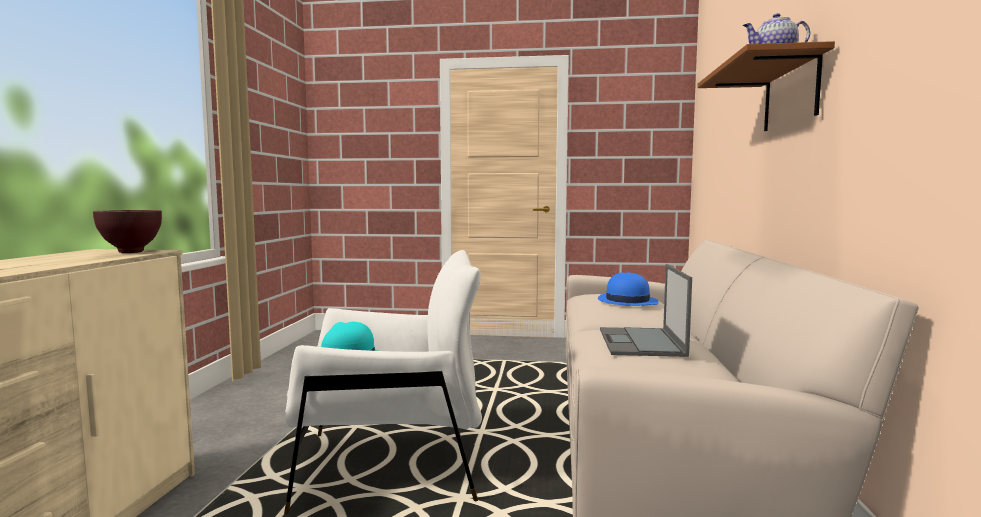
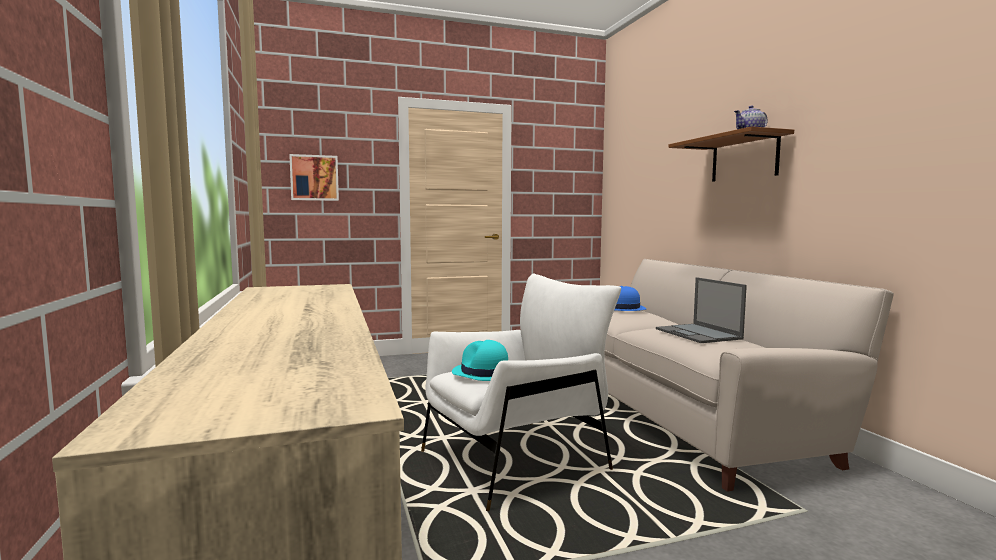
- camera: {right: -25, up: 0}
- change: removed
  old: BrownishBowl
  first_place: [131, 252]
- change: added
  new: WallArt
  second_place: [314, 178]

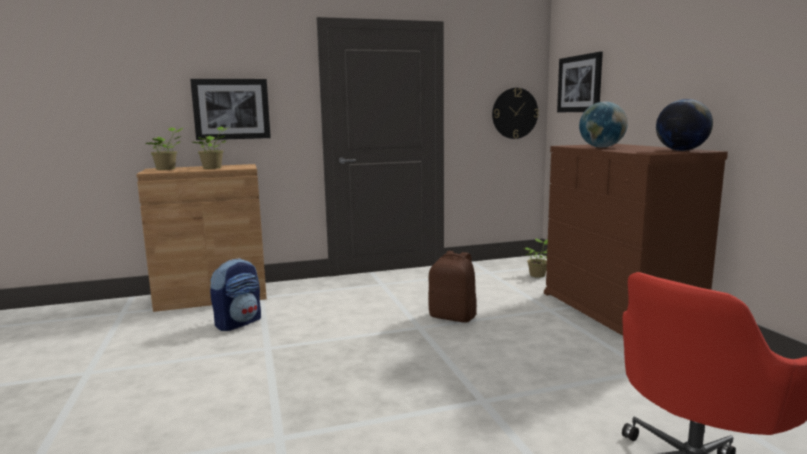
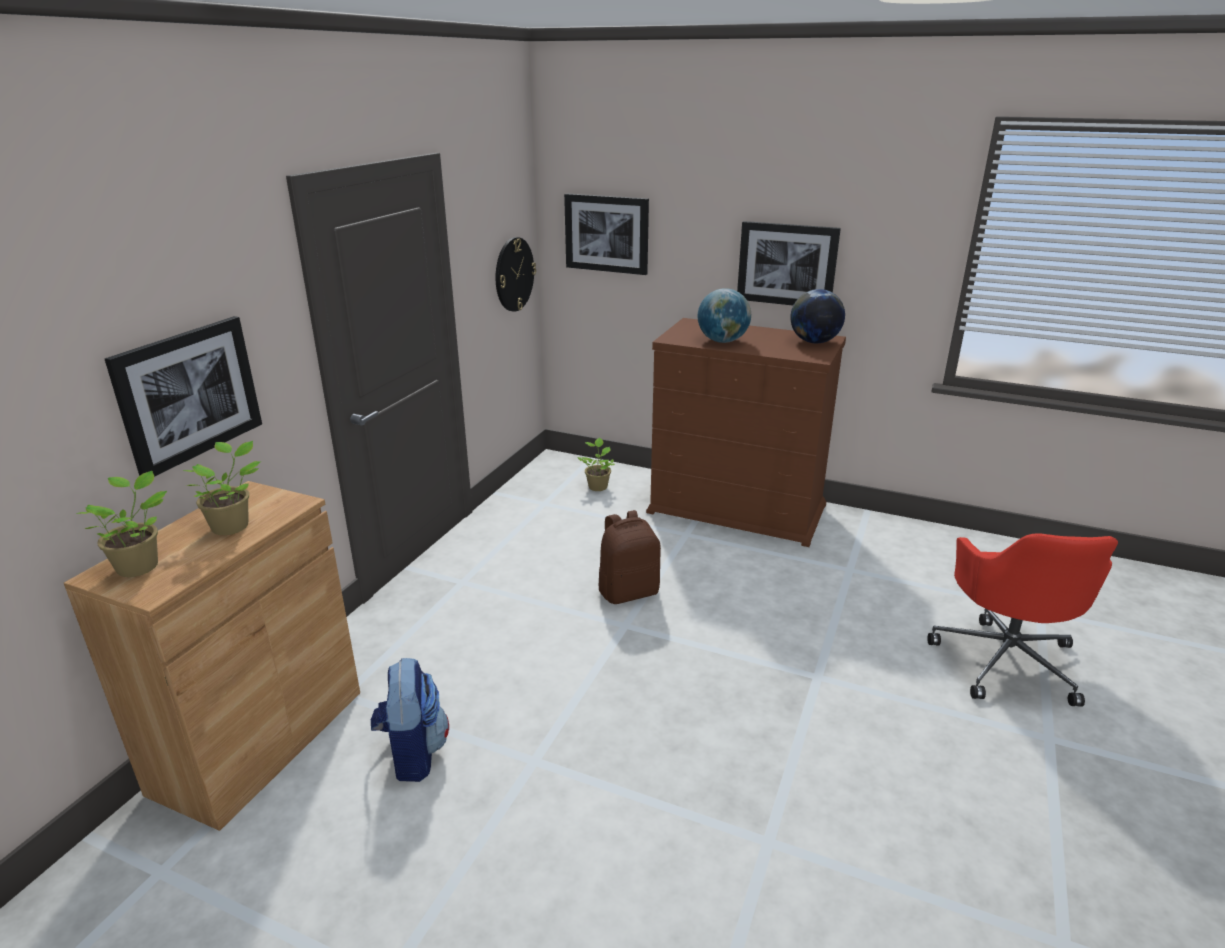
- camera: {right: -50, up: 15}
- change: added
  new: WallArt
  second_place: [787, 264]

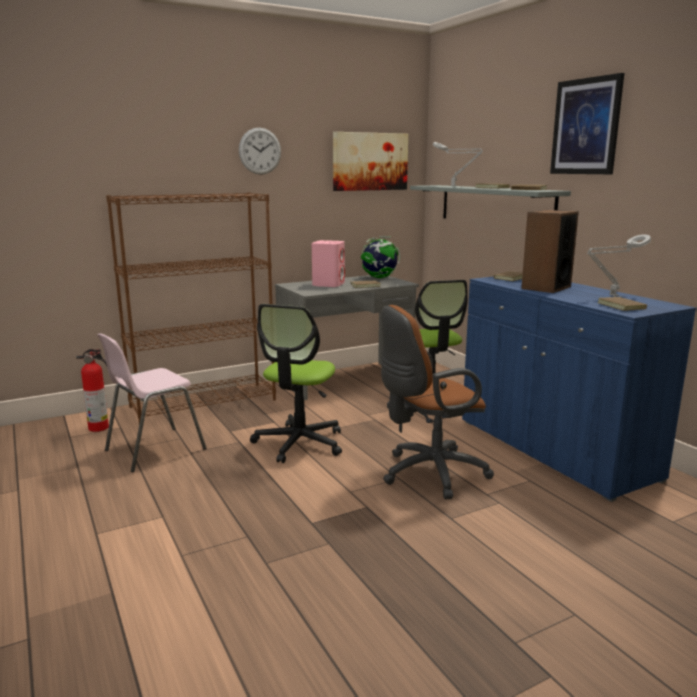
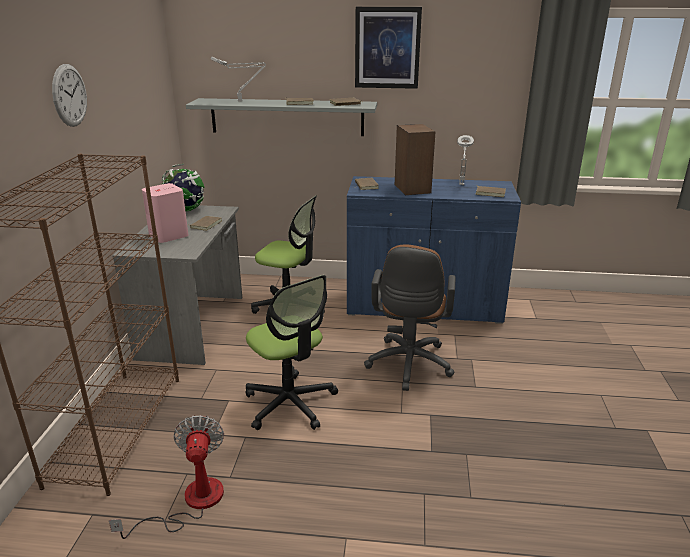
- camera: {right: -55, up: 10}
- change: removed
  old: FireFightingCylinder
  first_place: [100, 427]
- change: removed
  old: WallArt
  first_place: [370, 161]
- change: replaced
  old: PinkUprightChair
  new: CoolingFan
  first_place: [153, 449]
  second_place: [191, 502]

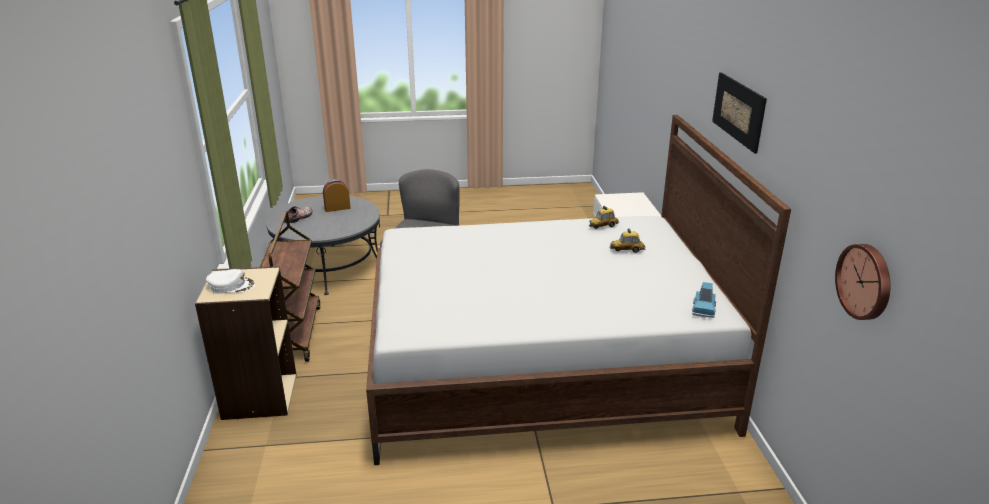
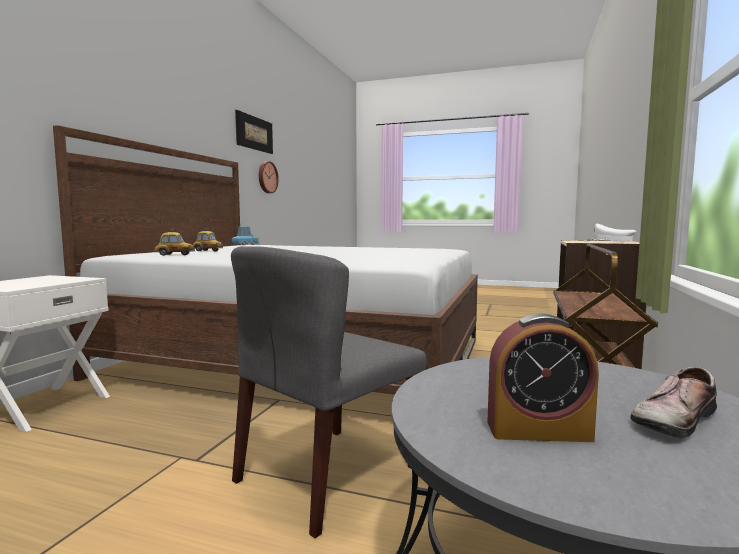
- camera: {right: -155, up: -20}
- change: moved
  old: WallArt
  first_place: [738, 111]
  second_place: [254, 133]

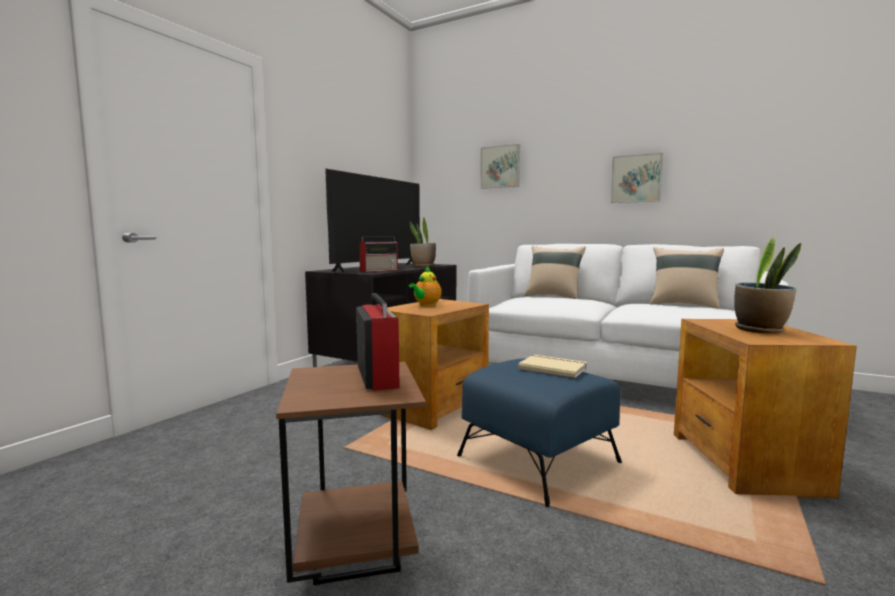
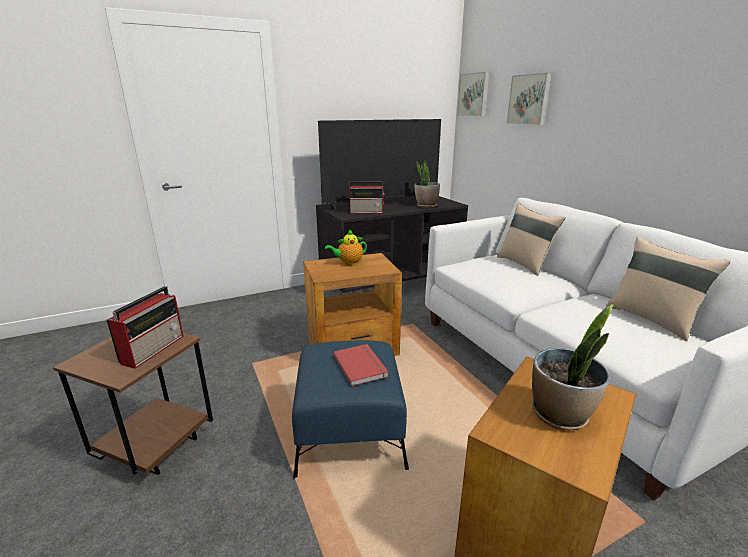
- camera: {right: 35, up: 15}
- change: moved
  old: WallArt
  first_place: [636, 179]
  second_place: [474, 94]
- change: recoloured
  old: BeigeBook
  new: RedColouredBook
  first_place: [553, 368]
  second_place: [361, 365]

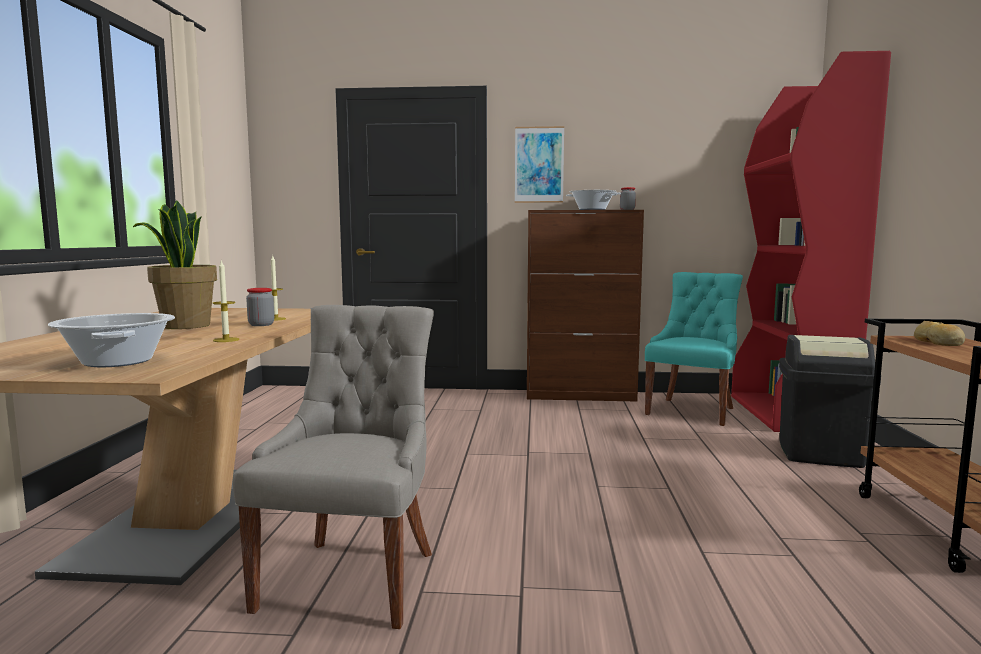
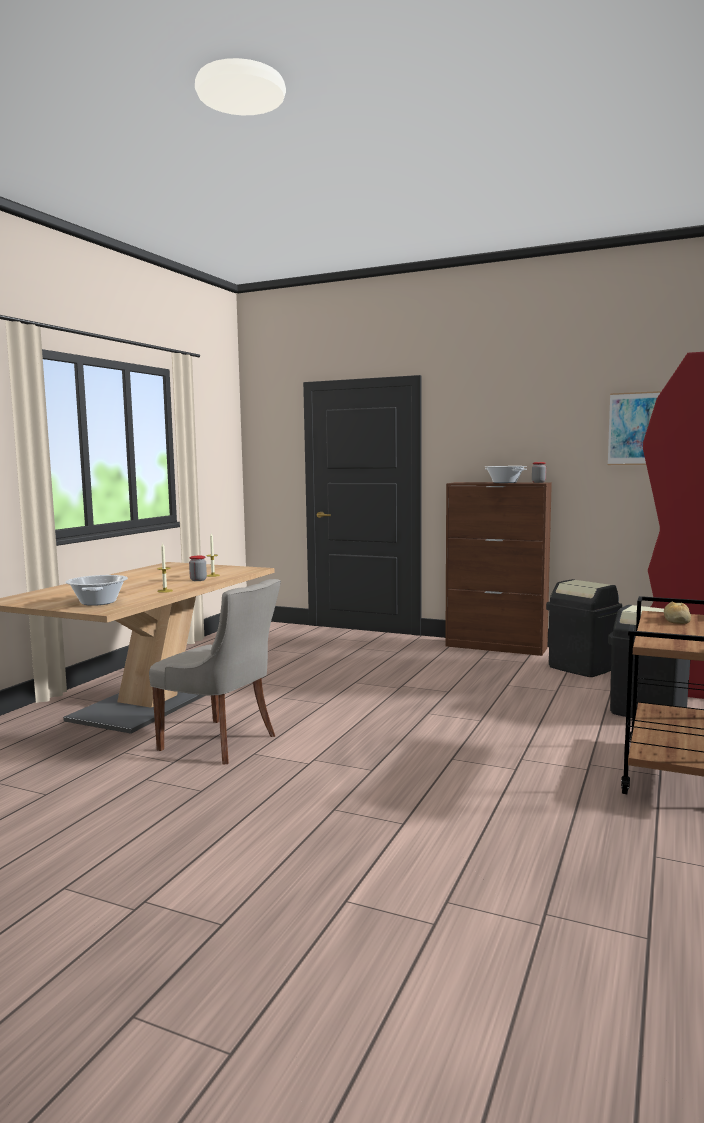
- camera: {right: 20, up: 0}
- change: removed
  old: PlantInAPot
  first_place: [185, 326]
- change: moved
  old: WallArt
  first_place: [539, 165]
  second_place: [633, 428]
- change: replaced
  old: BlueGreenUprightChair
  new: BlackColouredWasteBin
  first_place: [692, 411]
  second_place: [582, 667]
- change: turned
  old: GreyUprightChair
  first_place: [352, 578]
  second_place: [221, 742]
  degrees: 90

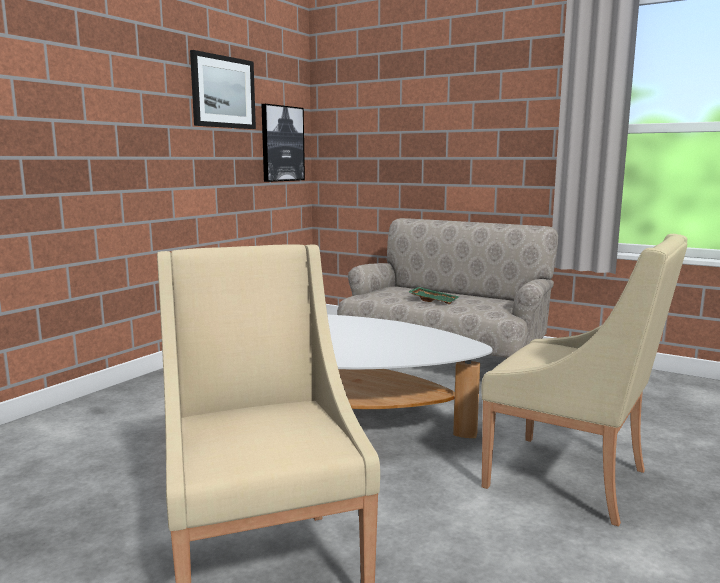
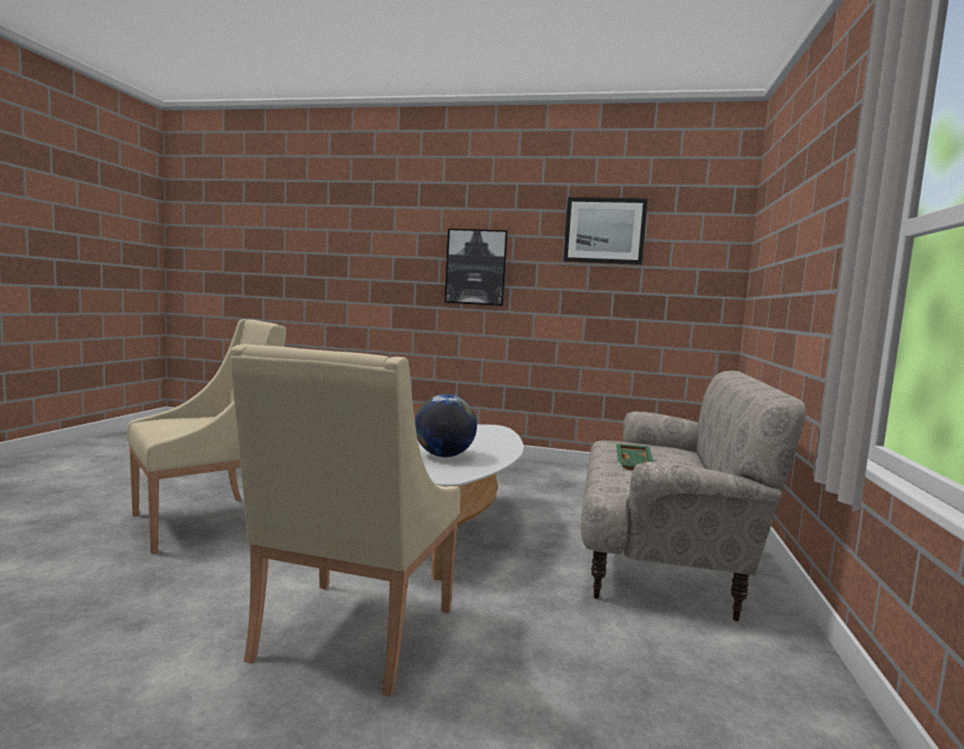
- camera: {right: 70, up: -5}
- change: added
  new: Globe
  second_place: [444, 456]
- change: moved
  old: WallArt
  first_place: [282, 143]
  second_place: [476, 267]

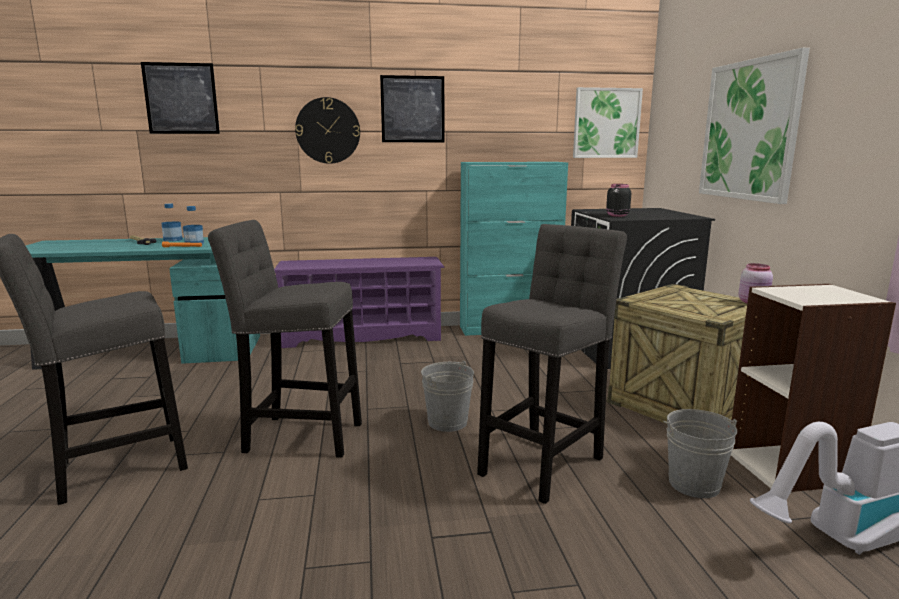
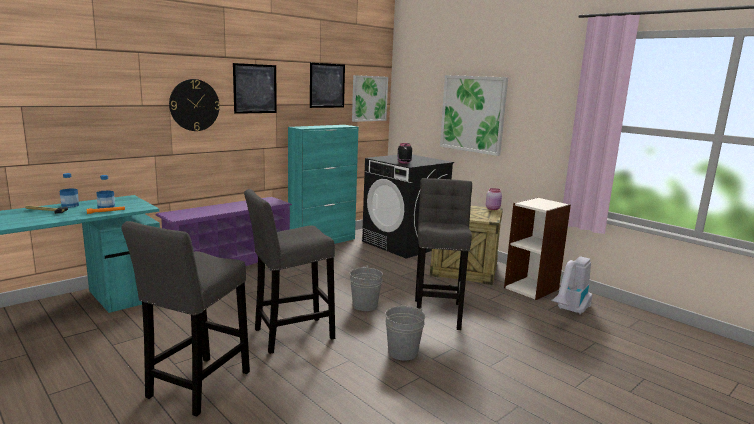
- camera: {right: -35, up: 0}
- change: moved
  old: WallArt
  first_place: [181, 98]
  second_place: [327, 85]
- change: moved
  old: GreyBucket
  first_place: [694, 484]
  second_place: [403, 352]

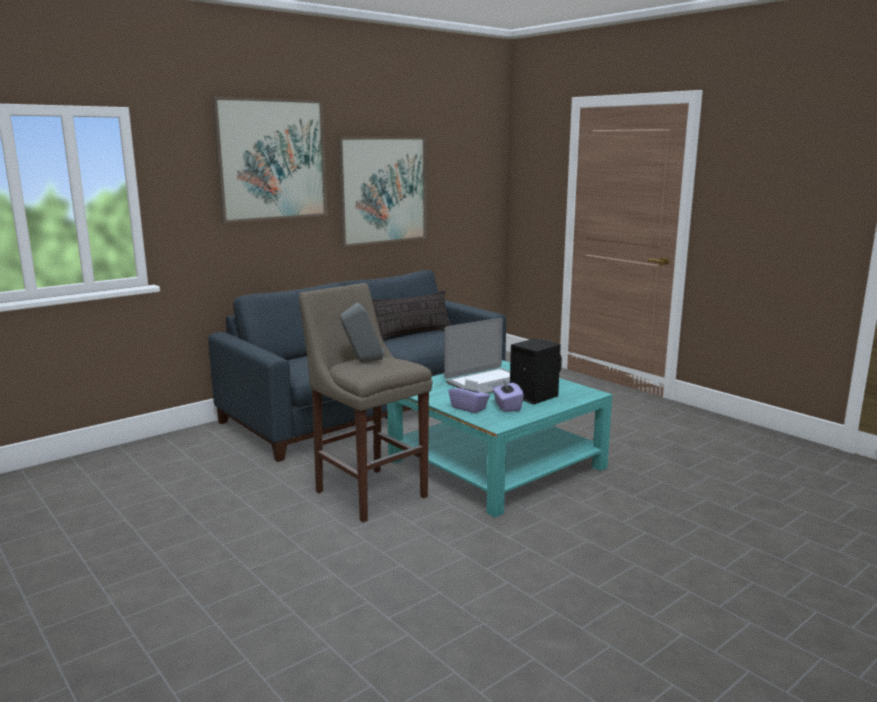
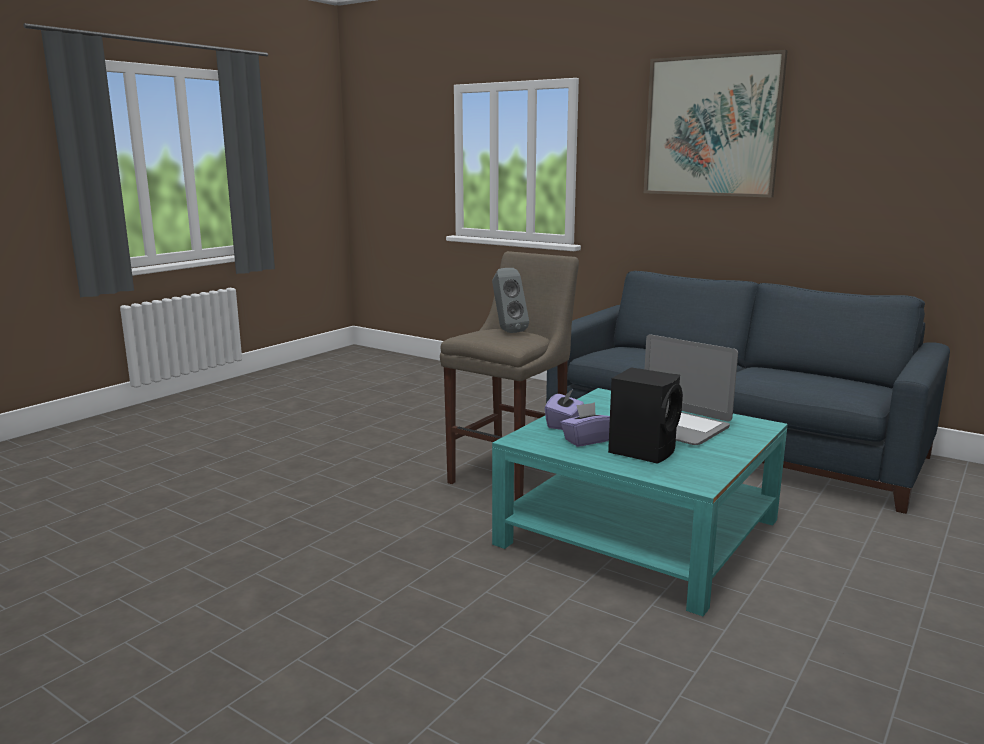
- camera: {right: 75, up: 0}
- change: removed
  old: WallArt
  first_place: [383, 190]
- change: removed
  old: ThrowPillow
  first_place: [412, 335]

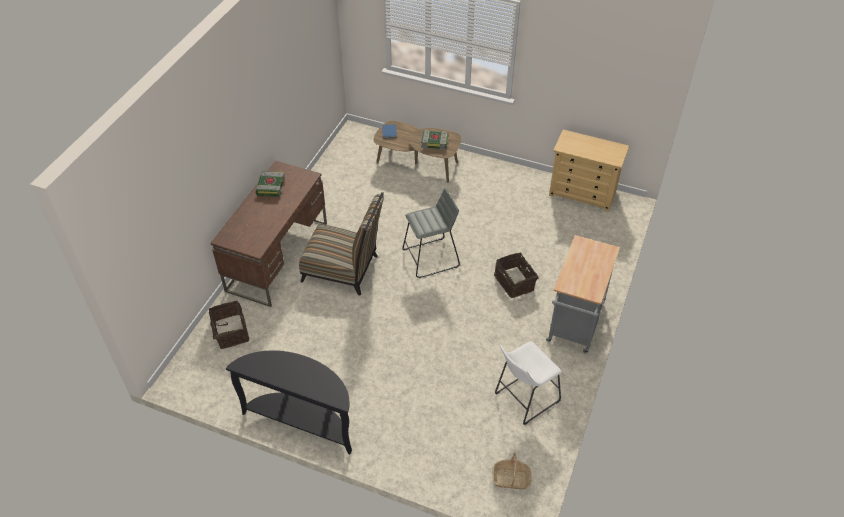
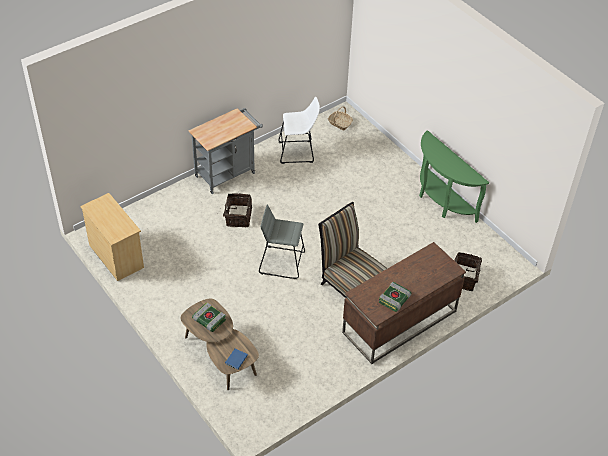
- camera: {right: -150, up: 0}
- change: recoloured
  old: BlackColouredConsoleTable
  new: GreenConsoleTable
  first_place: [303, 420]
  second_place: [441, 201]

